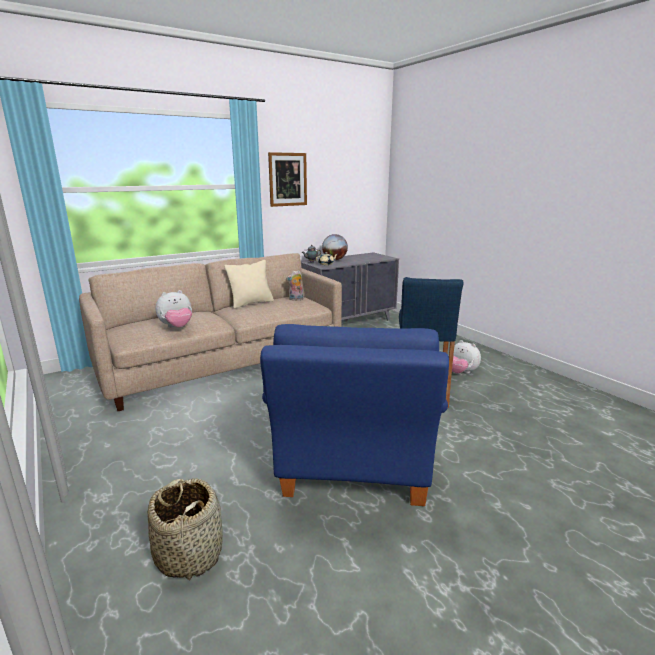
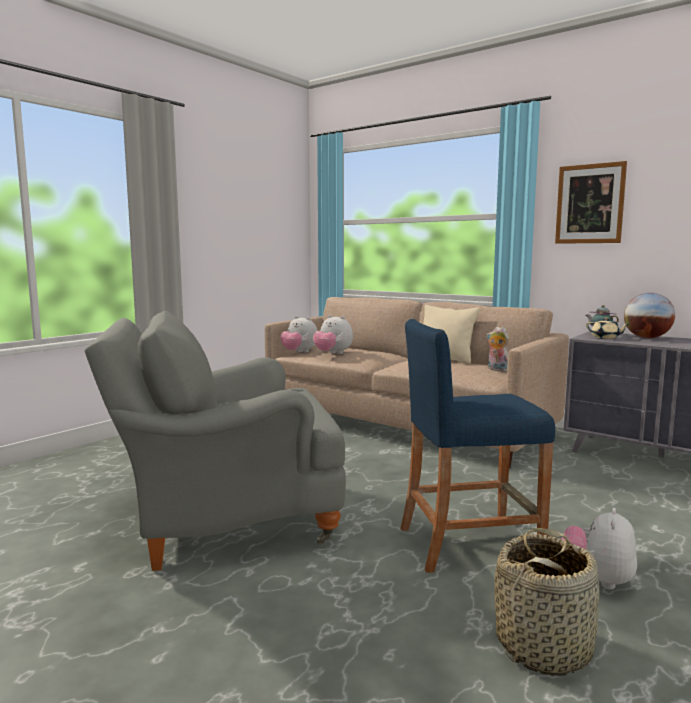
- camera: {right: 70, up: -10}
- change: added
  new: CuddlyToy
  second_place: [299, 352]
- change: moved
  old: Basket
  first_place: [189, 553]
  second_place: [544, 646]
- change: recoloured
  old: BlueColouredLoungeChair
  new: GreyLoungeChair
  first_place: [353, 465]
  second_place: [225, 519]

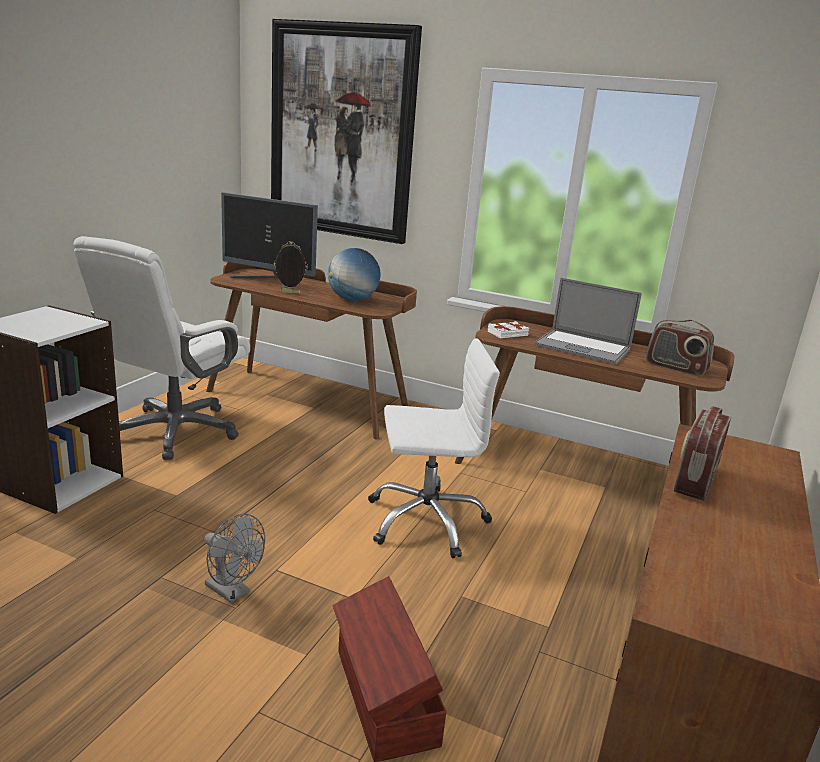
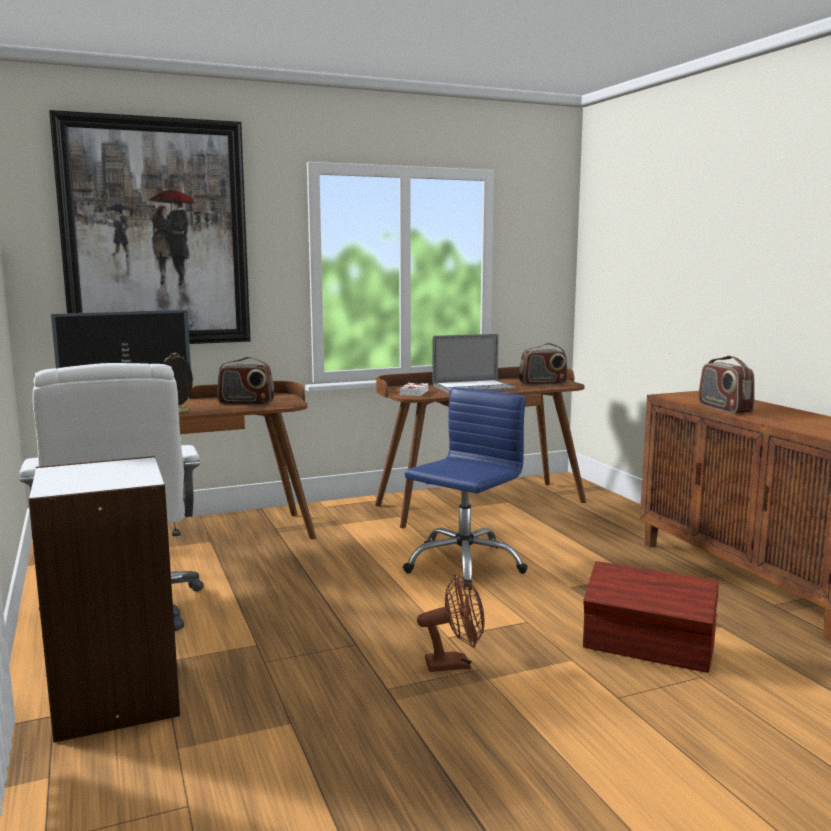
- camera: {right: -45, up: -10}
- change: replaced
  old: Globe
  new: RadioReceiver
  first_place: [352, 300]
  second_place: [246, 403]
- change: recoloured
  old: GreyCoolingFan
  new: BrownishCoolingFan
  first_place: [232, 592]
  second_place: [455, 664]
- change: recoloured
  old: WhiteComputerChair
  new: BlueColouredComputerChair
  first_place: [426, 520]
  second_place: [463, 564]

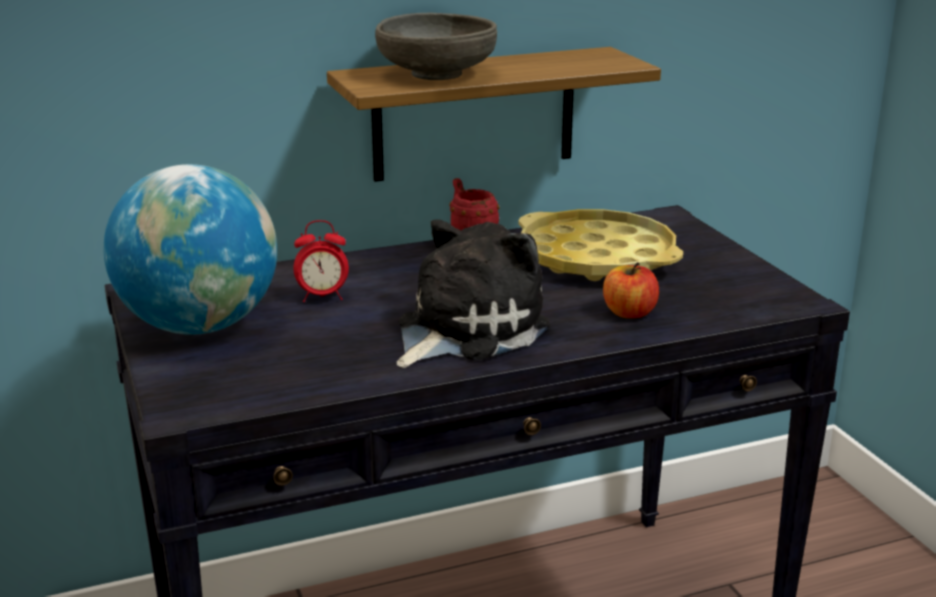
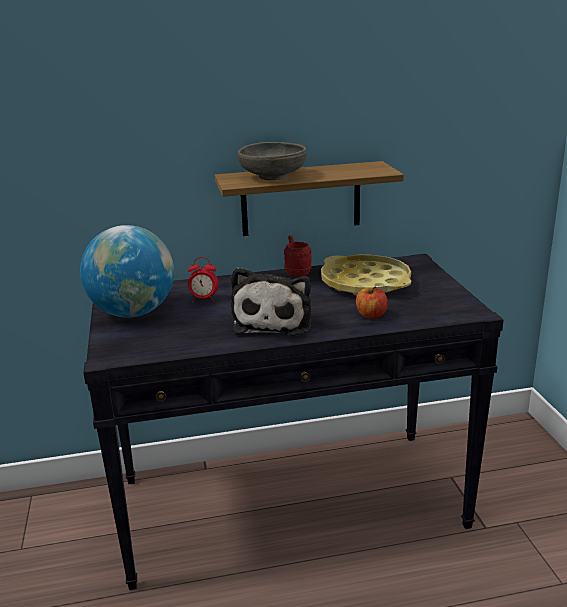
- camera: {right: 10, up: 0}
- change: turned
  old: CuddlyToy
  first_place: [464, 330]
  second_place: [274, 321]
  degrees: 135

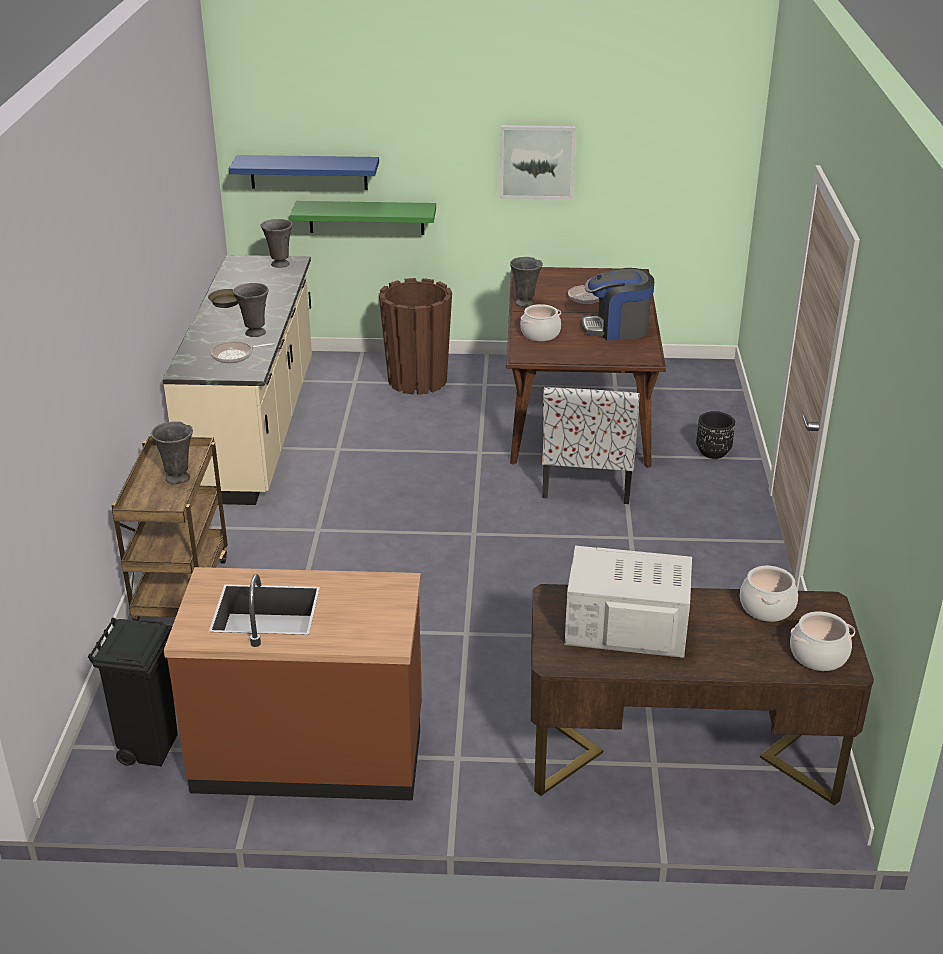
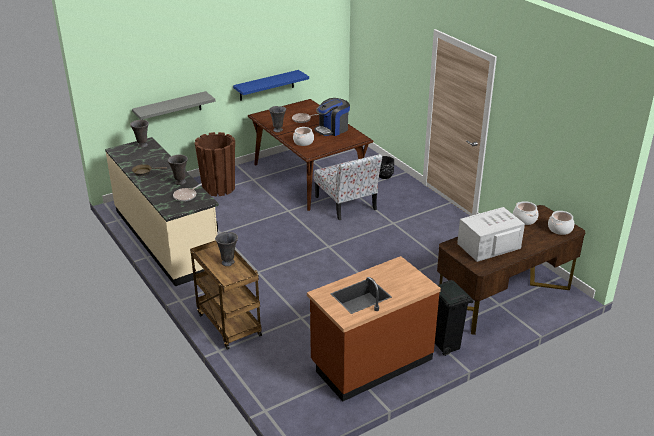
- camera: {right: -35, up: 0}
- change: removed
  old: WallArt
  first_place: [537, 161]
- change: moved
  old: BlackColouredWasteBin
  first_place: [150, 748]
  second_place: [445, 345]
- change: moved
  old: BlueColouredShelf
  first_place: [308, 172]
  second_place: [266, 85]
- change: recoloured
  old: GreenShelf
  new: GreyShelf
  first_place: [366, 217]
  second_place: [170, 108]

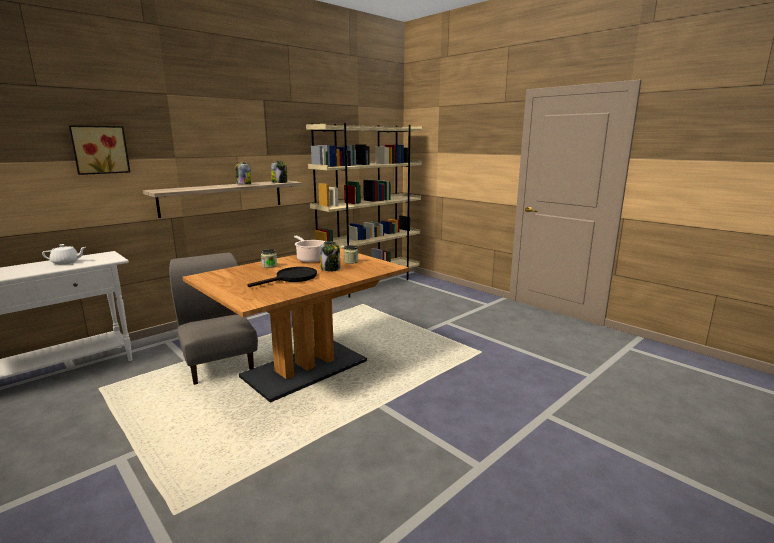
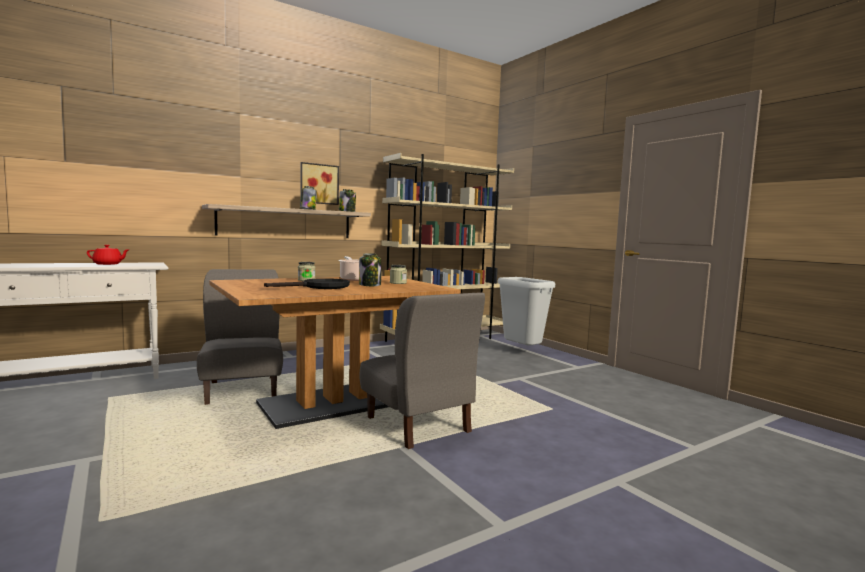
- camera: {right: 10, up: -10}
- change: added
  new: GreyUprightChair
  second_place: [418, 425]
- change: added
  new: GreyWasteBin
  second_place: [522, 352]
- change: moved
  old: WallArt
  first_place: [100, 150]
  second_place: [319, 184]
- change: recoloured
  old: WhitePotForTea
  new: RedColouredPotForTea
  first_place: [66, 262]
  second_place: [108, 264]

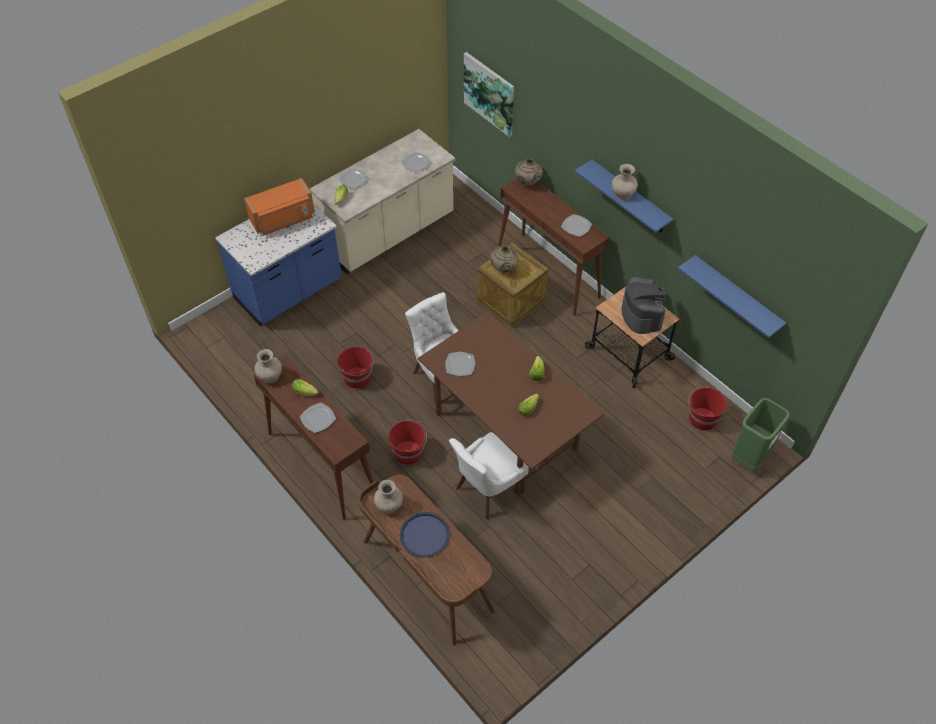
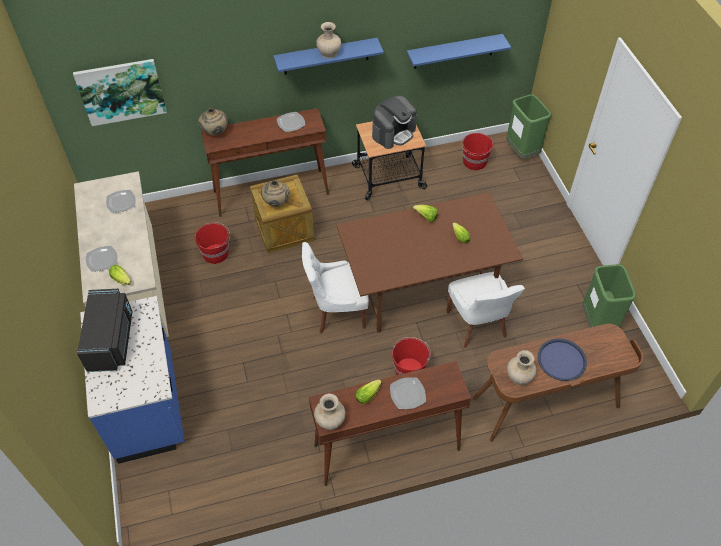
- camera: {right: -65, up: 0}
- change: removed
  old: DinnerPlate
  first_place: [460, 365]
- change: added
  new: GreenWasteBin
  second_place: [597, 323]
- change: moved
  old: RedColouredBucket
  first_place: [358, 378]
  second_place: [216, 253]
- change: recoloured
  old: OrangeyMicrowaveOven
  new: BlackColouredMicrowaveOven
  first_place: [283, 219]
  second_place: [112, 340]
- change: turned
  old: CoffeeMachine
  first_place: [641, 314]
  second_place: [393, 133]
  degrees: 120

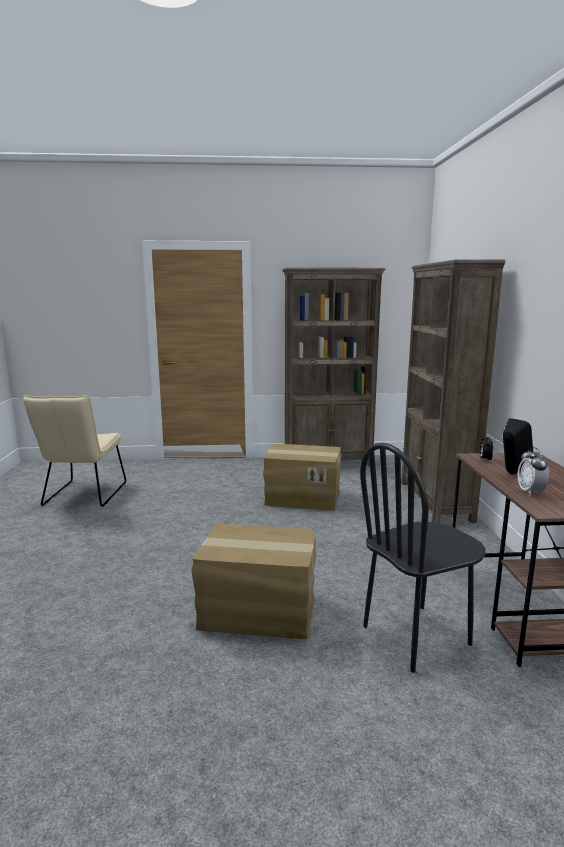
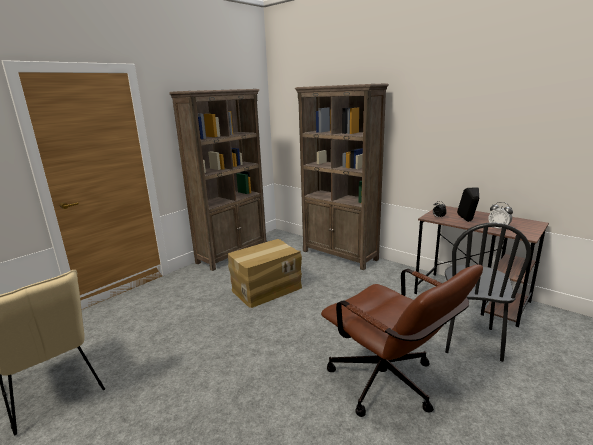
- camera: {right: -45, up: 5}
- change: replaced
  old: PackingBox
  new: BrownishComputerChair
  first_place: [257, 611]
  second_place: [390, 386]

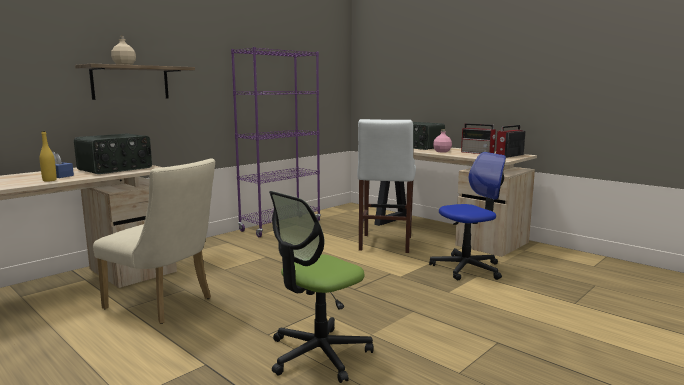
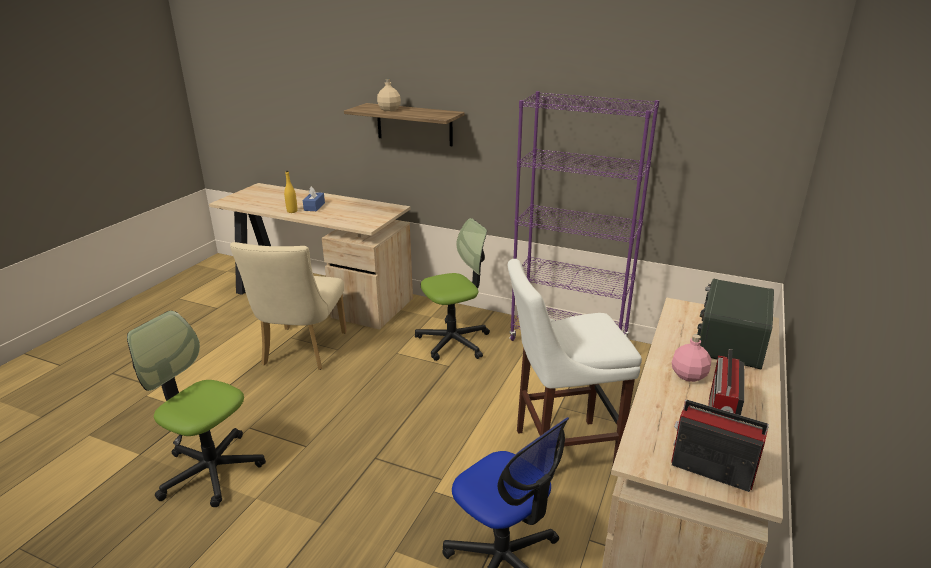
- camera: {right: 70, up: 15}
- change: removed
  old: RadioReceiver
  first_place: [116, 169]
- change: added
  new: ComputerChair
  second_place: [453, 341]

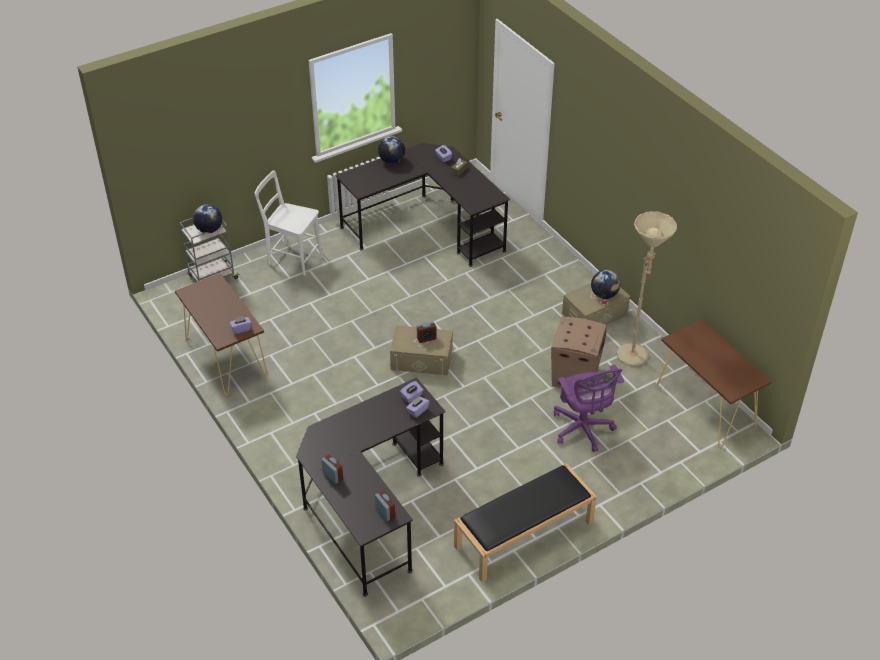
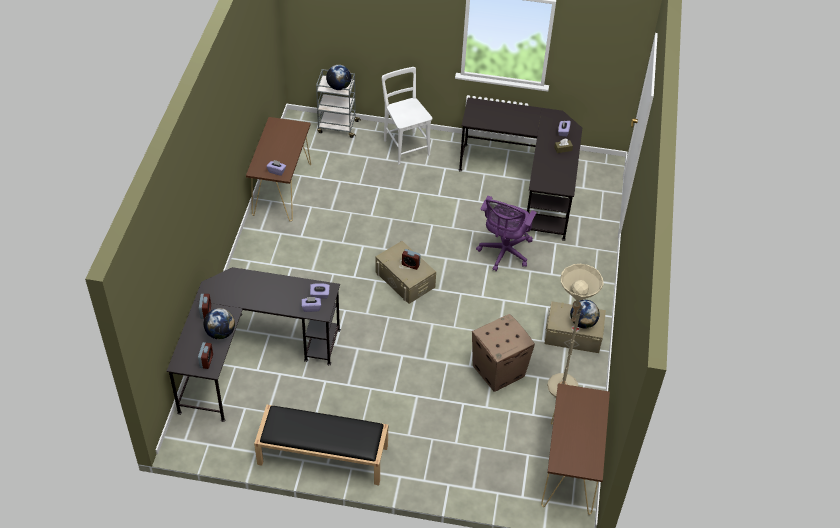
- camera: {right: 40, up: 5}
- change: moved
  old: Globe
  first_place: [391, 161]
  second_place: [220, 333]
- change: moved
  old: PurpleColouredComputerChair
  first_place: [583, 430]
  second_place: [504, 253]

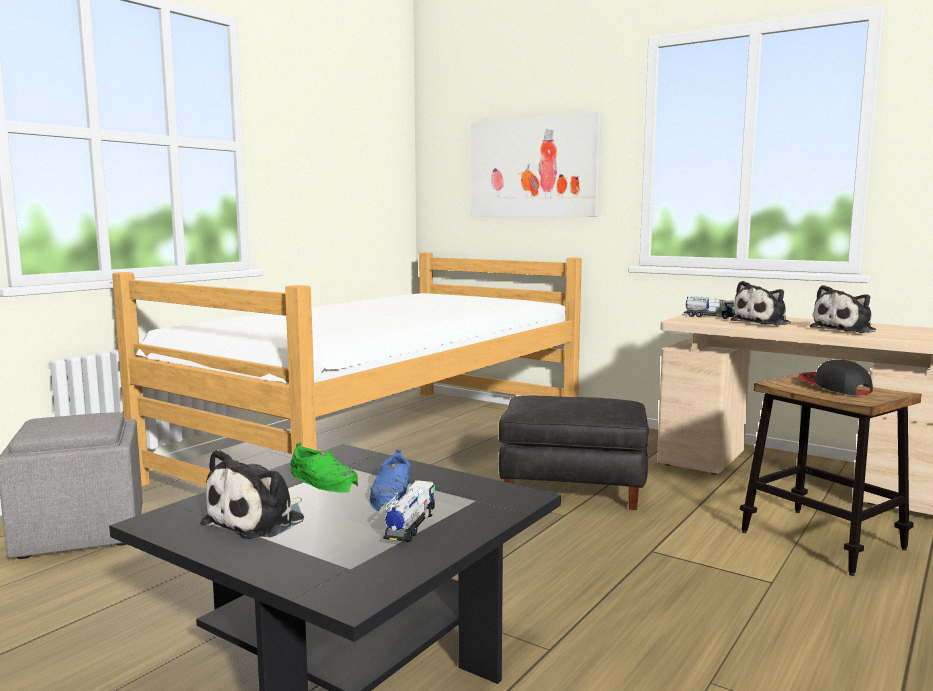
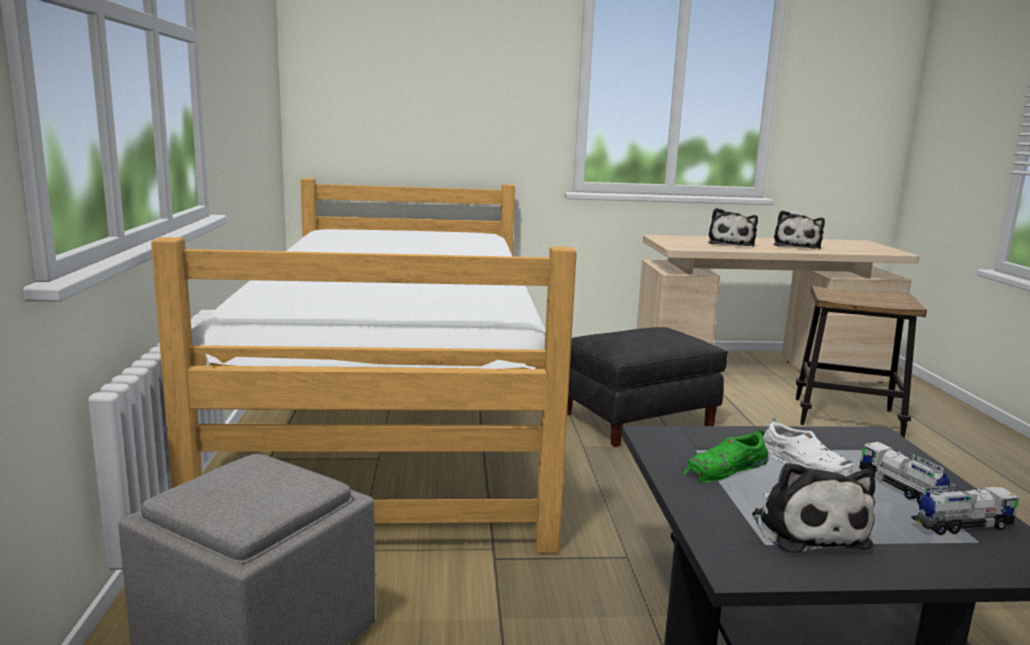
- camera: {right: -40, up: 5}
- change: removed
  old: WallArt
  first_place: [533, 167]
- change: removed
  old: Cap
  first_place: [834, 386]
- change: moved
  old: ToyTruck
  first_place: [709, 317]
  second_place: [961, 525]
- change: recoloured
  old: BlueColouredLowShoe
  new: WhiteLowShoe
  first_place: [392, 493]
  second_place: [805, 463]
- change: turned
  old: GreenLowShoe
  first_place: [324, 480]
  second_place: [725, 469]
  degrees: 150

